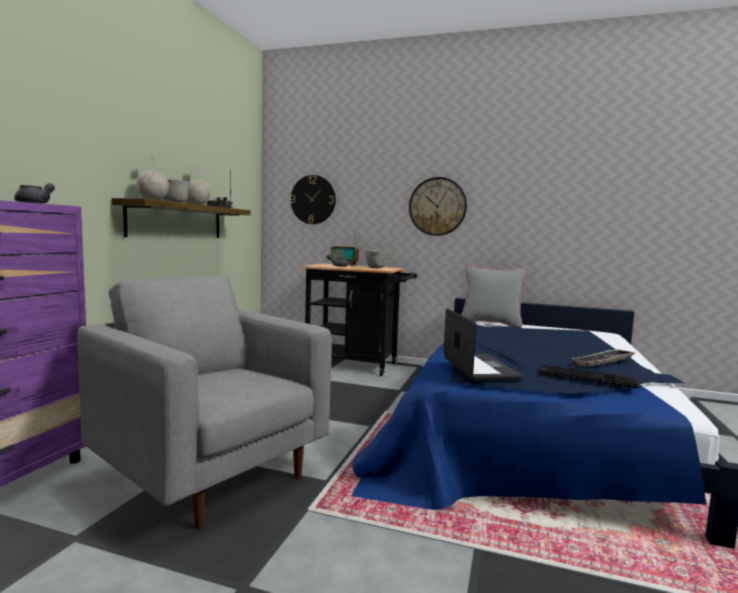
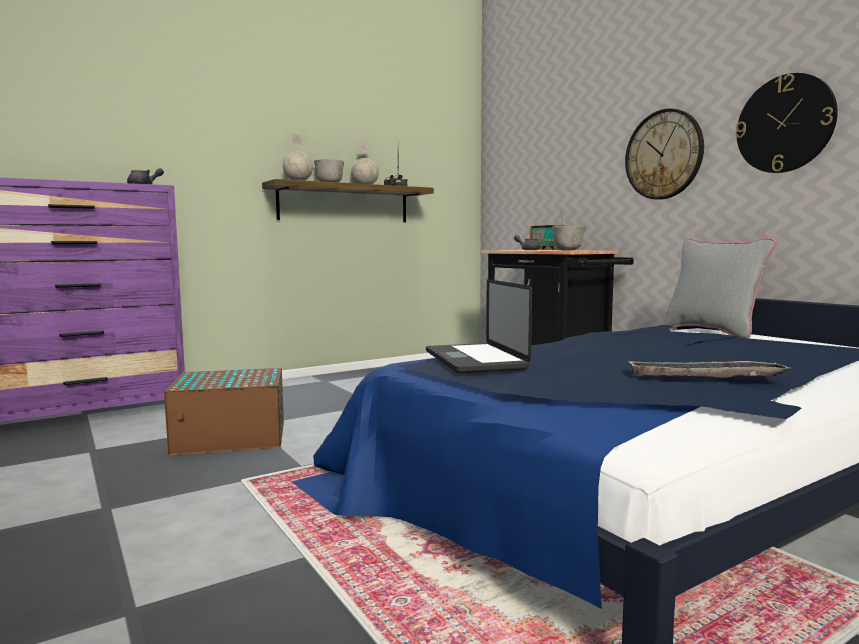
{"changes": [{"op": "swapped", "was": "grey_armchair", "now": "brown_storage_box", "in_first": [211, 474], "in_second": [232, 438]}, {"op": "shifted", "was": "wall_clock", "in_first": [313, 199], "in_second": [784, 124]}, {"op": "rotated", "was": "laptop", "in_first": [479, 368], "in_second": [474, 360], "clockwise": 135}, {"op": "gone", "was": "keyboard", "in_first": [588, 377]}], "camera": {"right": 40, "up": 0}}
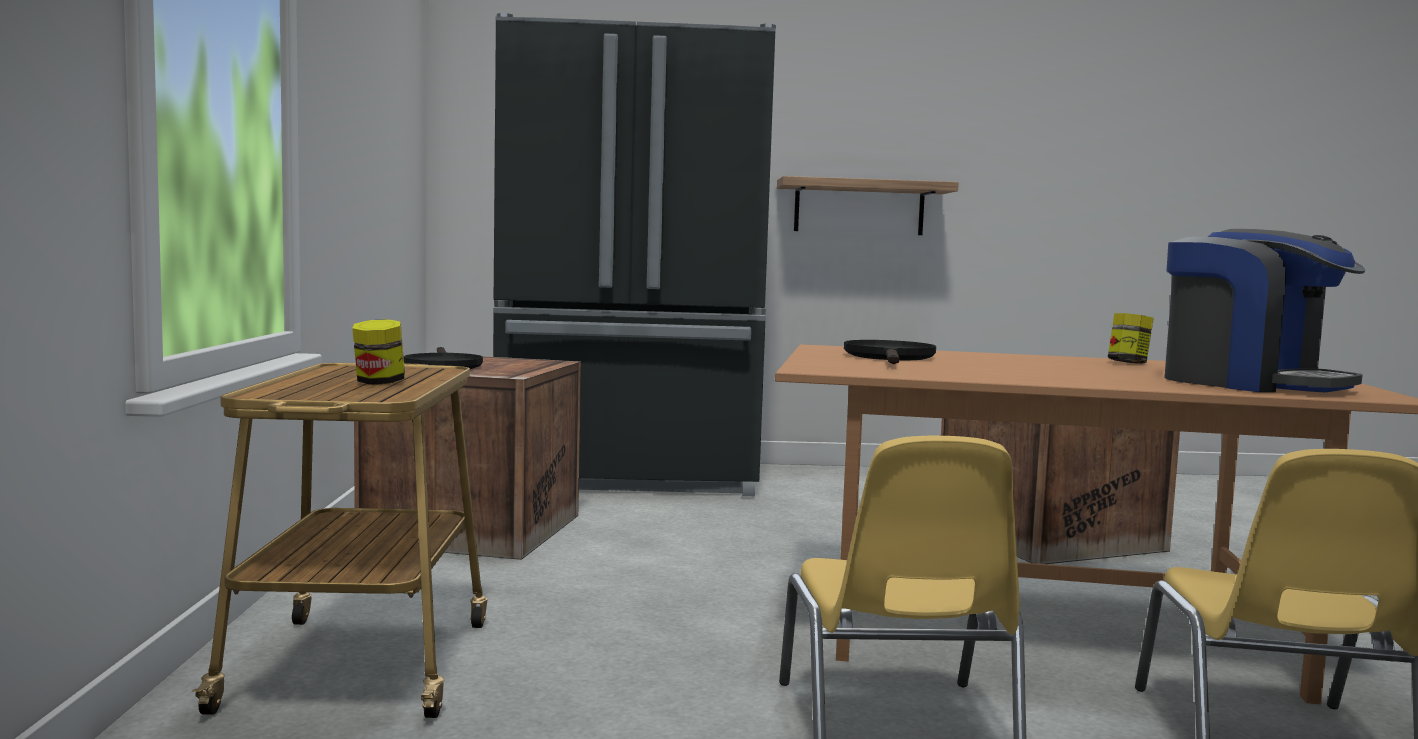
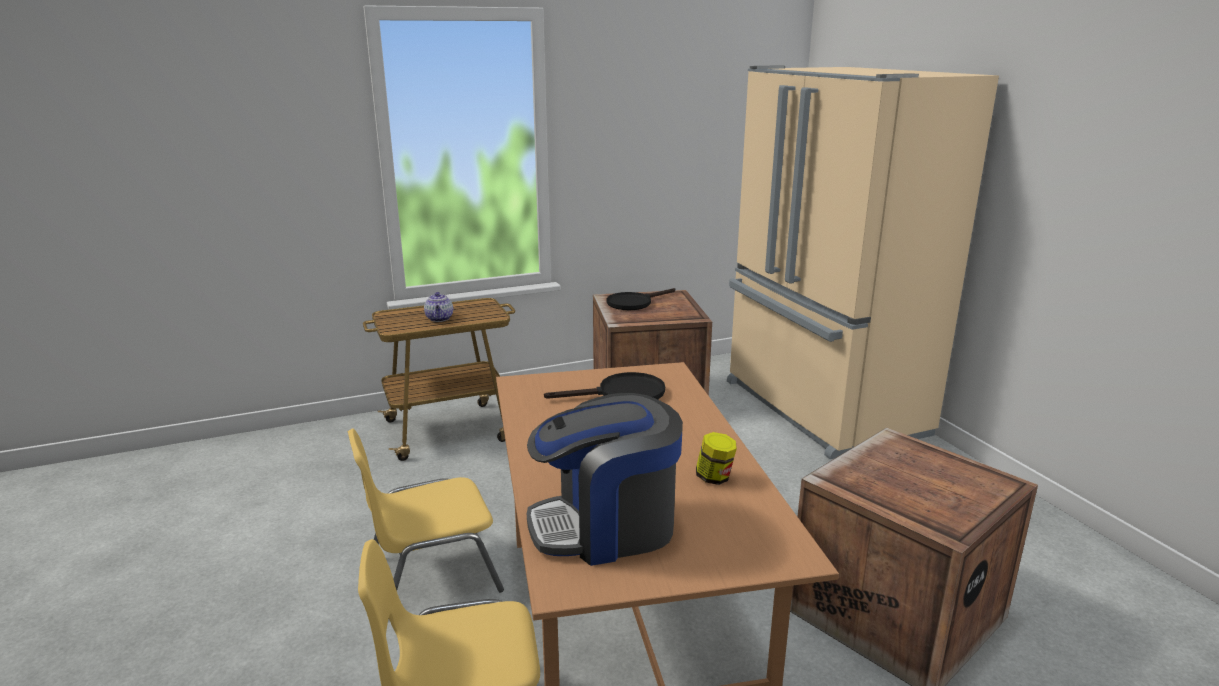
{"changes": [{"op": "swapped", "was": "jar", "now": "teapot", "in_first": [379, 383], "in_second": [440, 319]}, {"op": "repainted", "was": "black_fridge", "now": "beige_fridge", "in_first": [630, 478], "in_second": [820, 409]}, {"op": "gone", "was": "shelf", "in_first": [859, 207]}, {"op": "rotated", "was": "coffee_machine", "in_first": [1250, 383], "in_second": [606, 527], "clockwise": 45}], "camera": {"right": 70, "up": 15}}
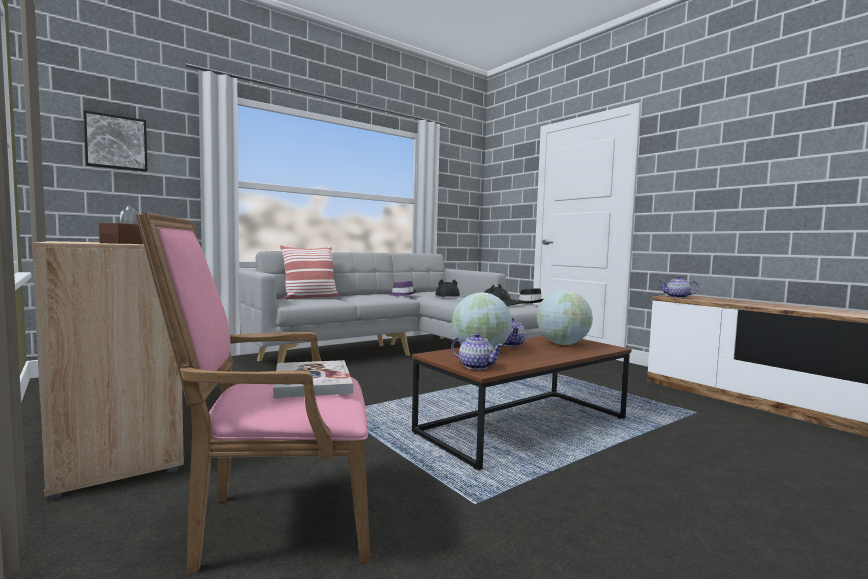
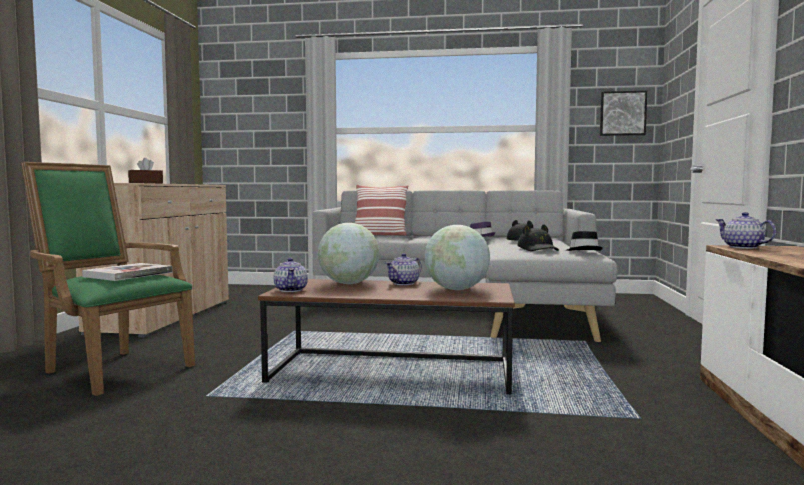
{"changes": [{"op": "shifted", "was": "picture", "in_first": [116, 142], "in_second": [622, 113]}, {"op": "repainted", "was": "pink_armchair", "now": "green_armchair", "in_first": [273, 523], "in_second": [112, 368]}], "camera": {"right": 45, "up": 0}}
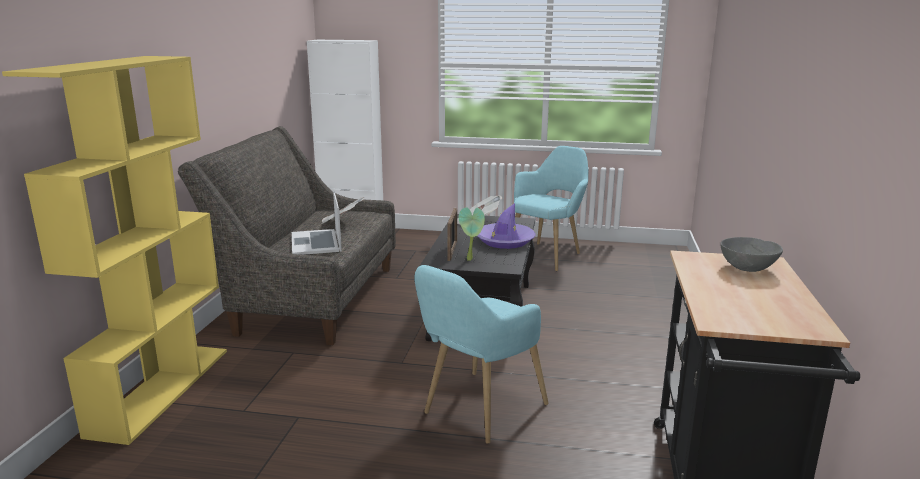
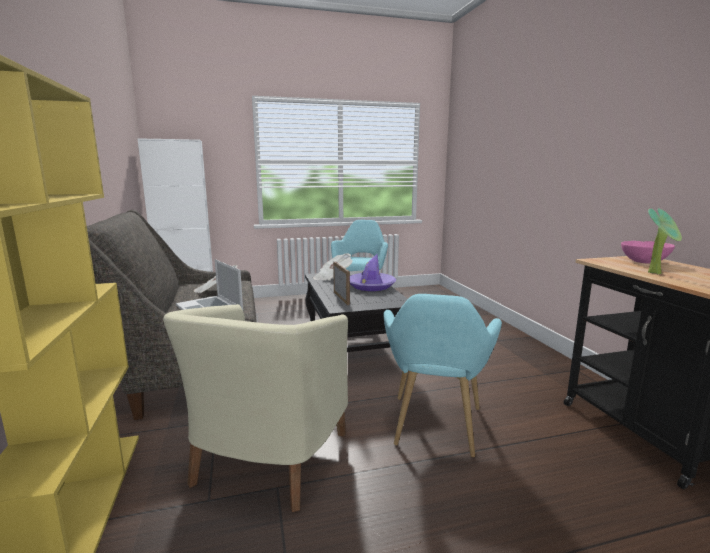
{"changes": [{"op": "shifted", "was": "potted_plant", "in_first": [471, 259], "in_second": [657, 273]}, {"op": "repainted", "was": "grey_bowl", "now": "pink_bowl", "in_first": [747, 267], "in_second": [644, 262]}, {"op": "new", "now": "beige_armchair", "in_second": [267, 459]}], "camera": {"right": -25, "up": -5}}
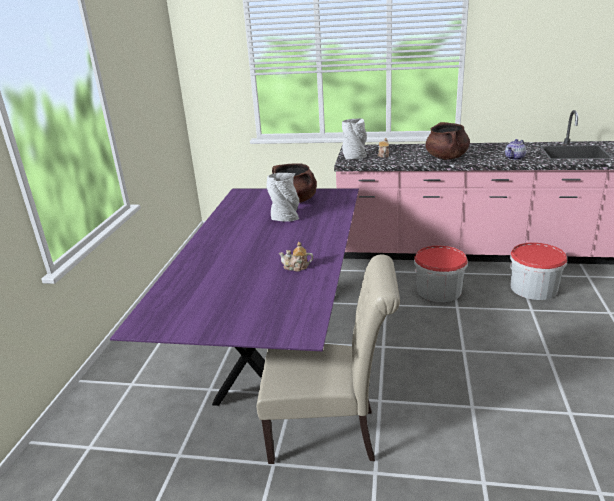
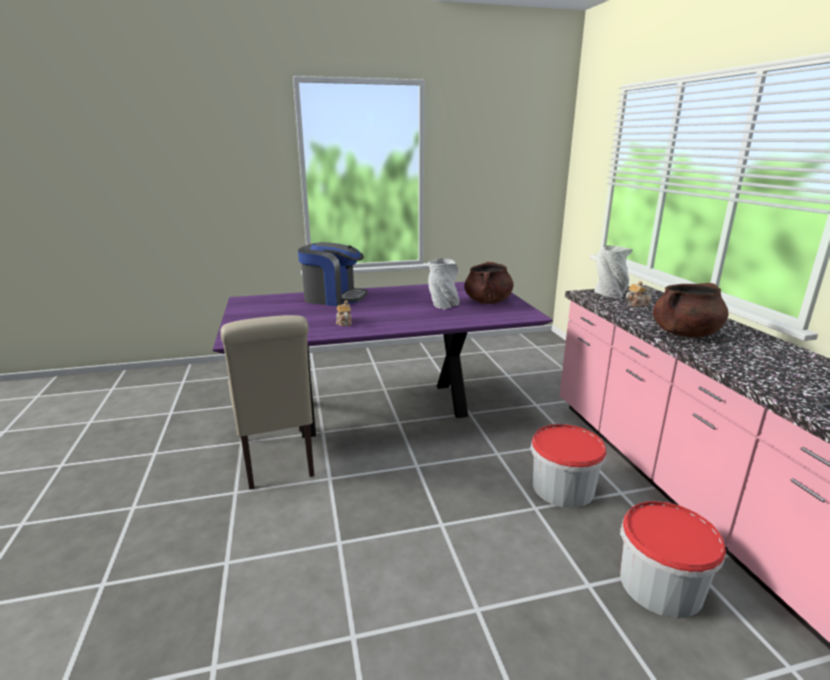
{"changes": [{"op": "gone", "was": "teapot", "in_first": [515, 158]}, {"op": "new", "now": "coffee_machine", "in_second": [333, 298]}], "camera": {"right": 65, "up": -5}}
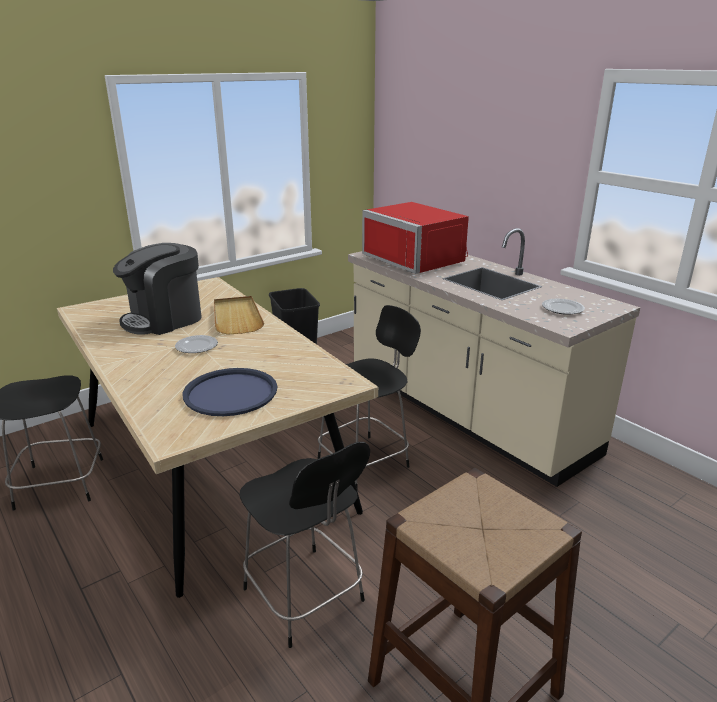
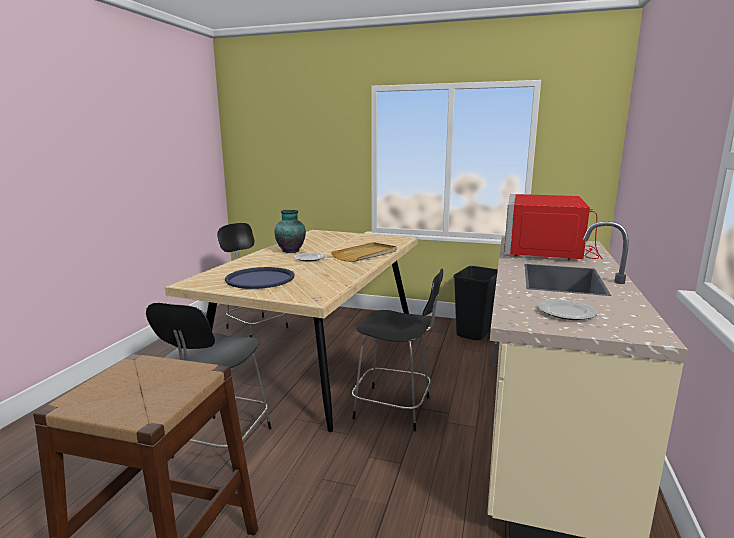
{"changes": [{"op": "gone", "was": "coffee_machine", "in_first": [164, 319]}, {"op": "new", "now": "vase", "in_second": [291, 251]}], "camera": {"right": 55, "up": -10}}
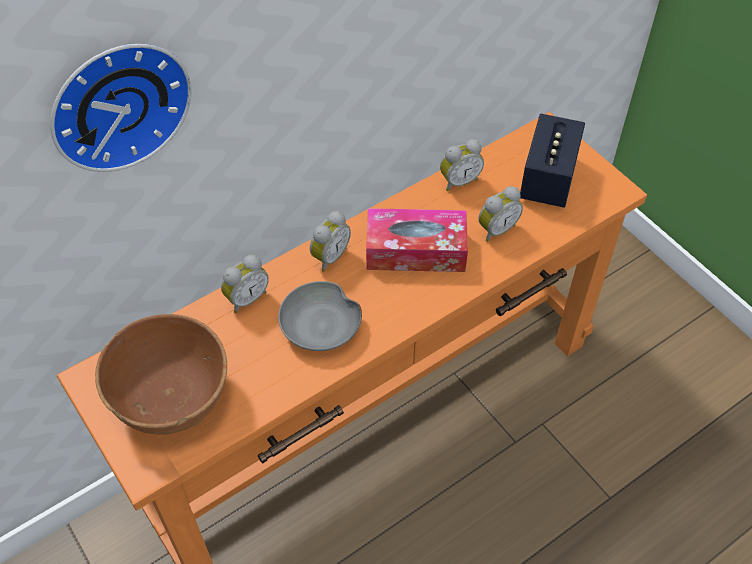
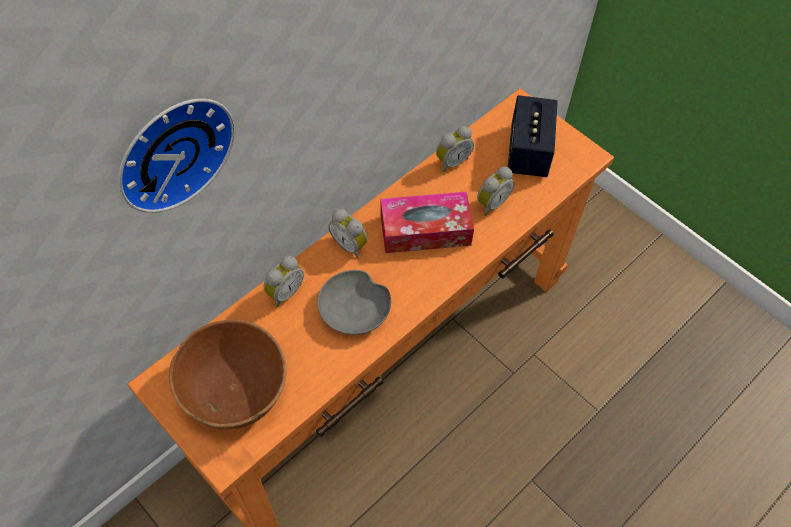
{"changes": [{"op": "rotated", "was": "alarm_clock", "in_first": [329, 256], "in_second": [350, 244], "clockwise": 105}], "camera": {"right": -10, "up": 5}}
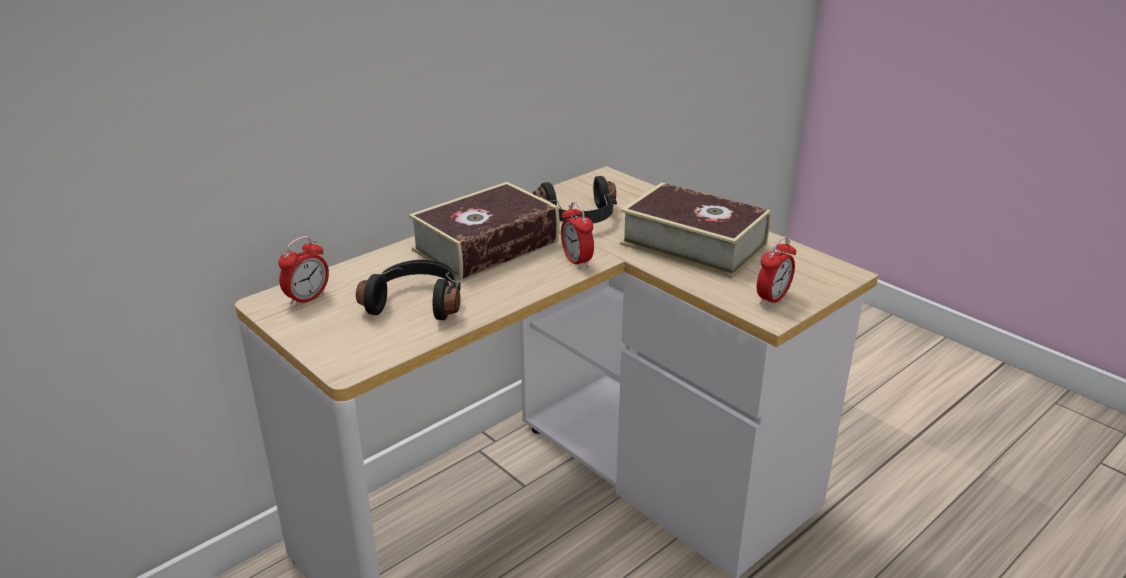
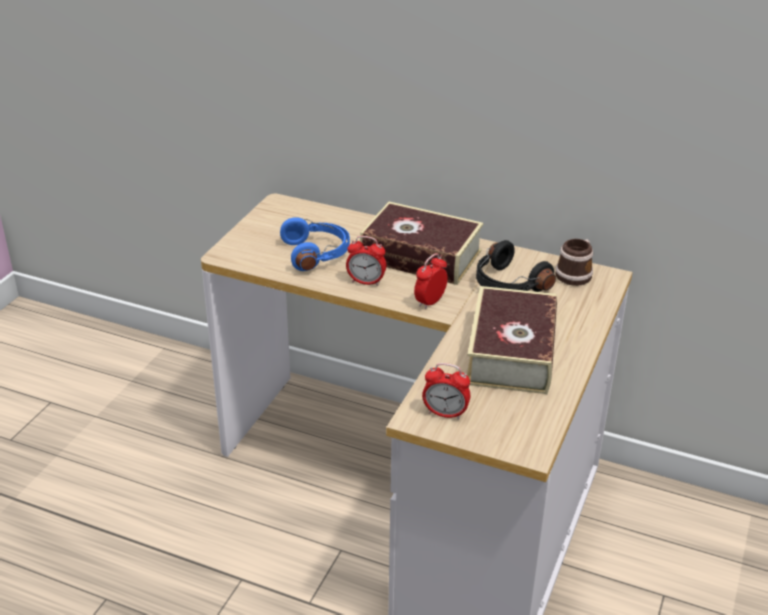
{"changes": [{"op": "shifted", "was": "alarm_clock", "in_first": [307, 299], "in_second": [366, 282]}, {"op": "repainted", "was": "black_headphones", "now": "blue_headphones", "in_first": [417, 302], "in_second": [317, 254]}, {"op": "new", "now": "mug", "in_second": [576, 274]}], "camera": {"right": 65, "up": 5}}
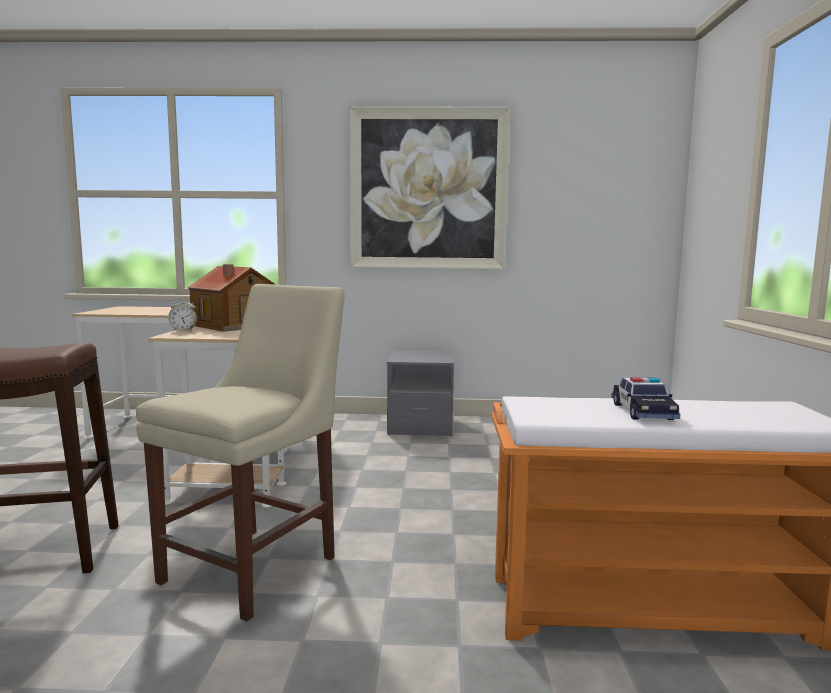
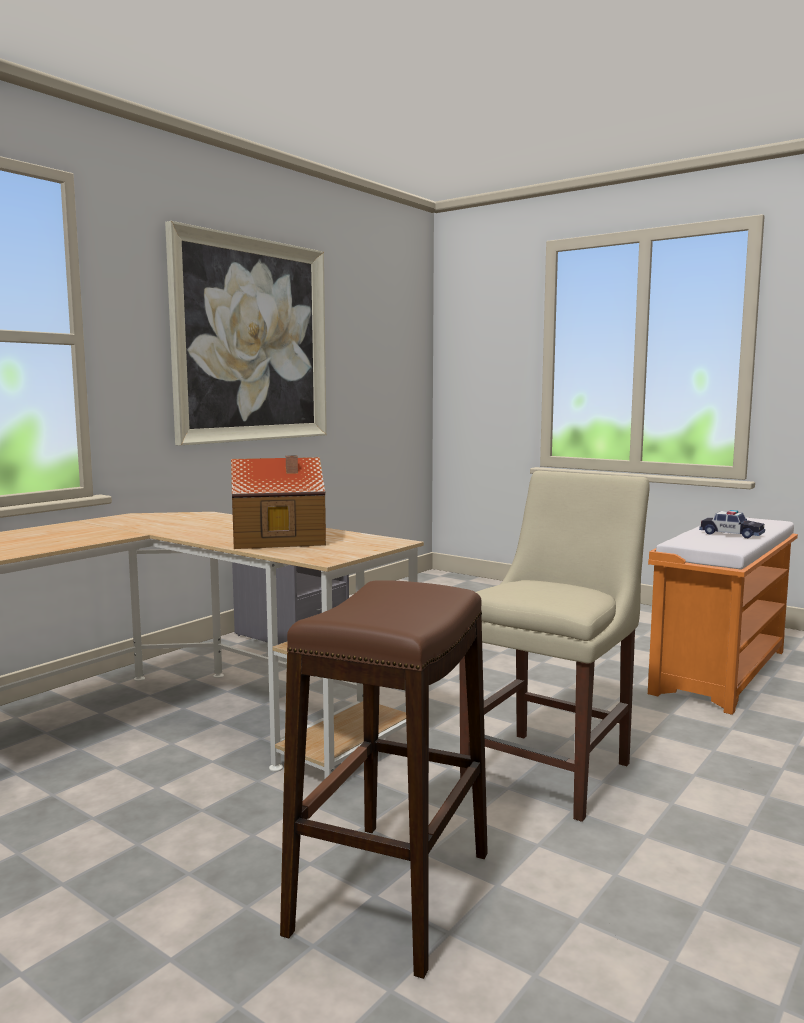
{"changes": [{"op": "rotated", "was": "beige_chair", "in_first": [256, 566], "in_second": [552, 769], "clockwise": 60}, {"op": "gone", "was": "alarm_clock", "in_first": [183, 331]}], "camera": {"right": -55, "up": 0}}
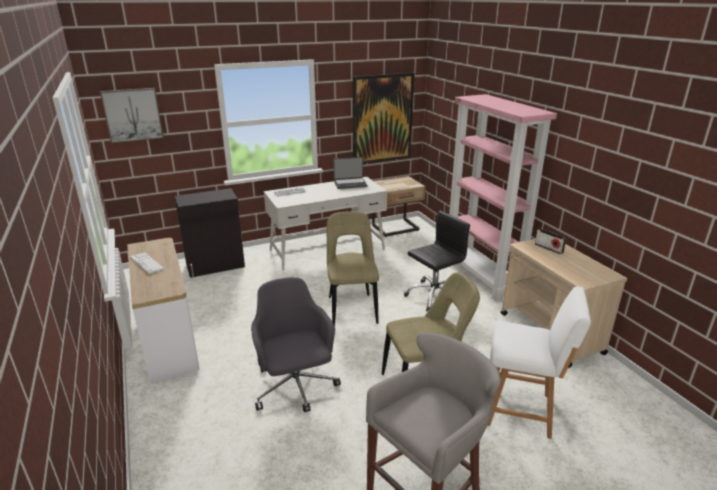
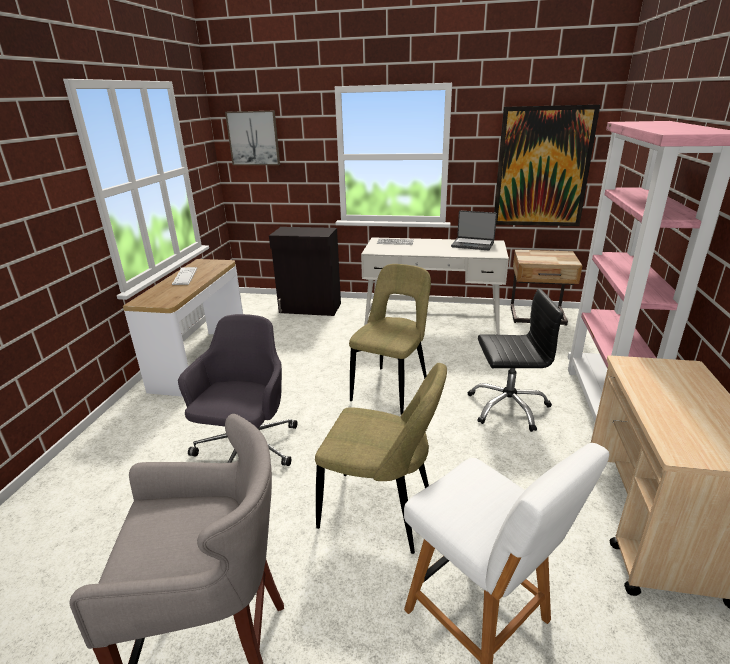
{"changes": [{"op": "gone", "was": "radio", "in_first": [548, 248]}], "camera": {"right": 35, "up": 0}}
